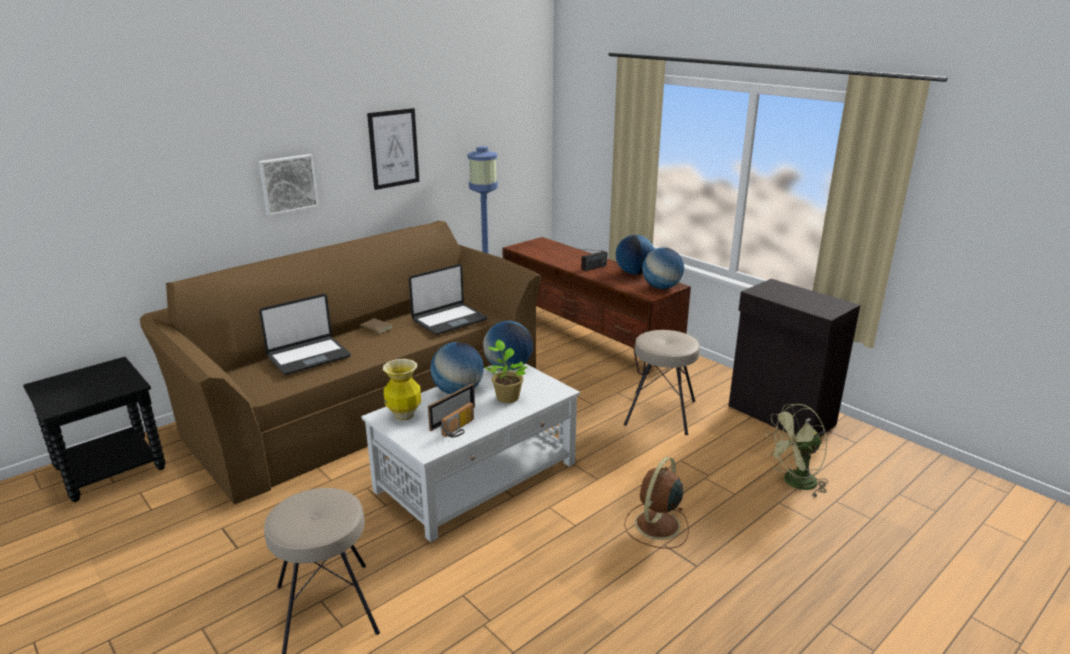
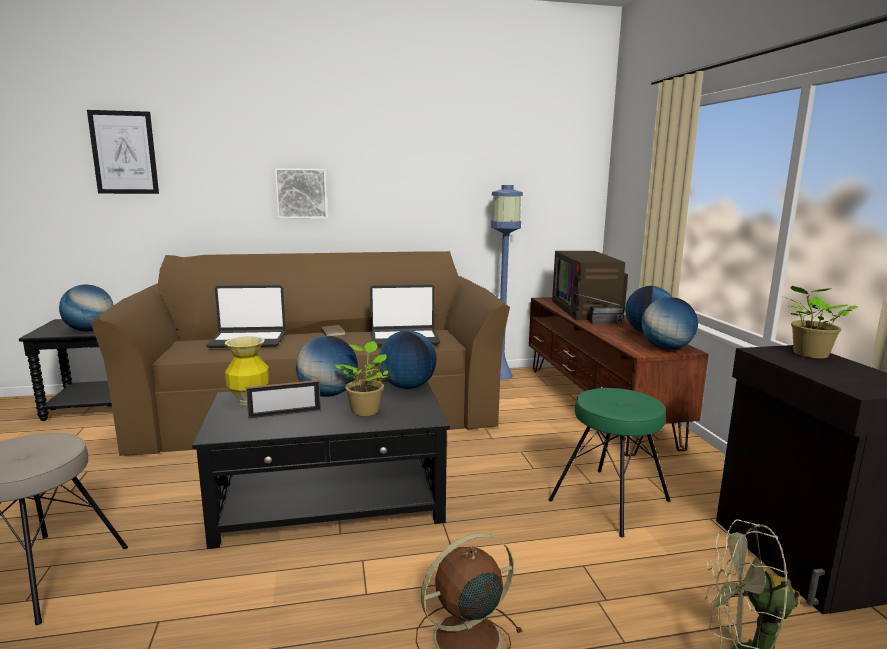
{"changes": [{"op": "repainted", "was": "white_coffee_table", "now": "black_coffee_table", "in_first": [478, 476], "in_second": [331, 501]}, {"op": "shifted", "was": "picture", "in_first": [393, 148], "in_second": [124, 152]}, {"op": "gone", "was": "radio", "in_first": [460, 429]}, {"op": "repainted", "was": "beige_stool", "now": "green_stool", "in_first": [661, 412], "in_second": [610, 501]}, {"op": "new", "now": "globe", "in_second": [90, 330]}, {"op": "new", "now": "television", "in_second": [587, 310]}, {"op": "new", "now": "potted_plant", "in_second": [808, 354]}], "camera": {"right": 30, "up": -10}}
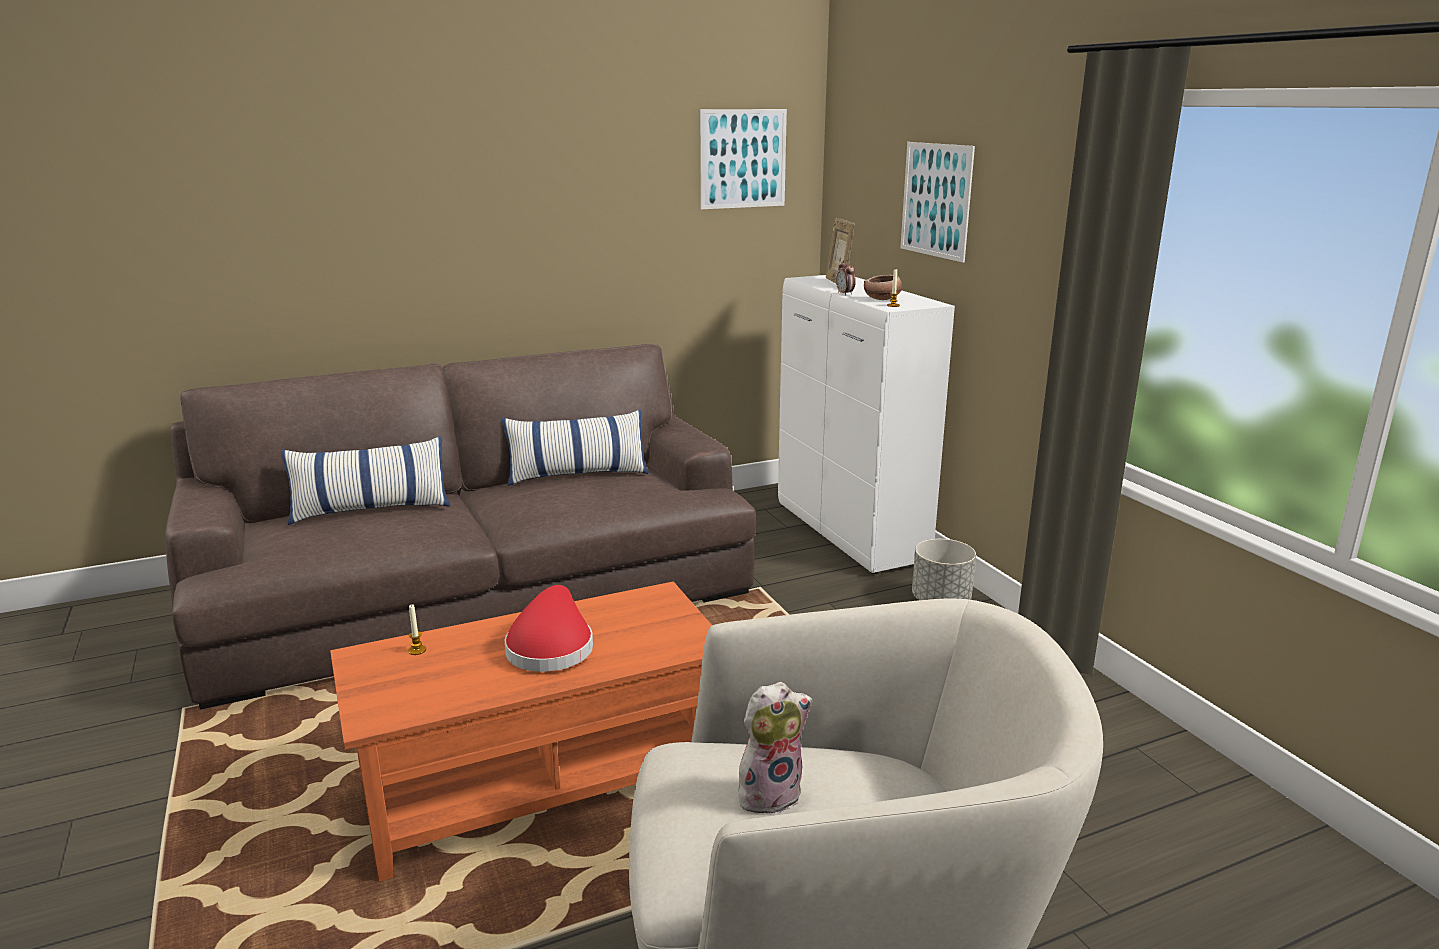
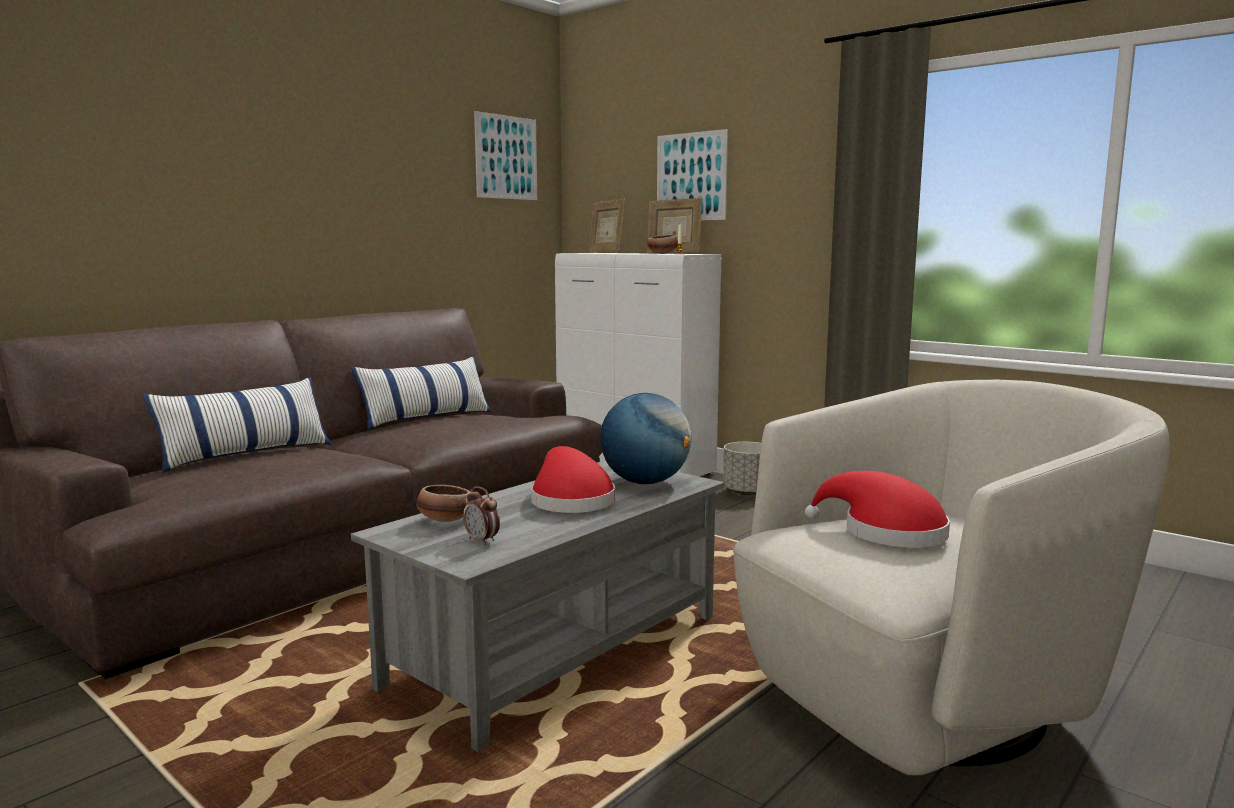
{"changes": [{"op": "repainted", "was": "orange_coffee_table", "now": "grey_coffee_table", "in_first": [543, 782], "in_second": [557, 651]}, {"op": "swapped", "was": "candle", "now": "bowl", "in_first": [417, 650], "in_second": [445, 520]}, {"op": "swapped", "was": "plush_toy", "now": "red_hat", "in_first": [770, 793], "in_second": [886, 532]}, {"op": "shifted", "was": "alarm_clock", "in_first": [845, 294], "in_second": [482, 541]}, {"op": "new", "now": "globe", "in_second": [645, 482]}, {"op": "new", "now": "picture_frame", "in_second": [673, 253]}], "camera": {"right": -25, "up": -10}}
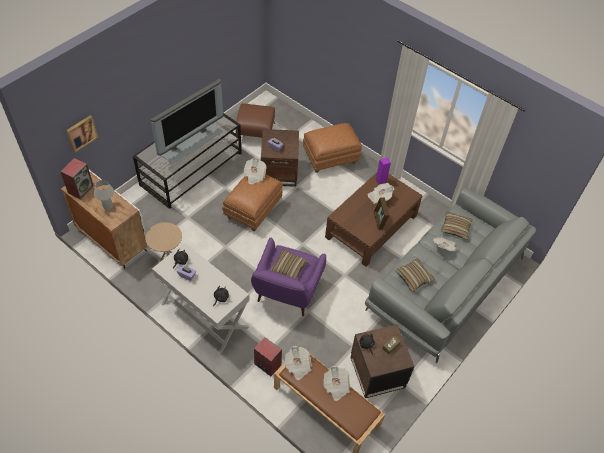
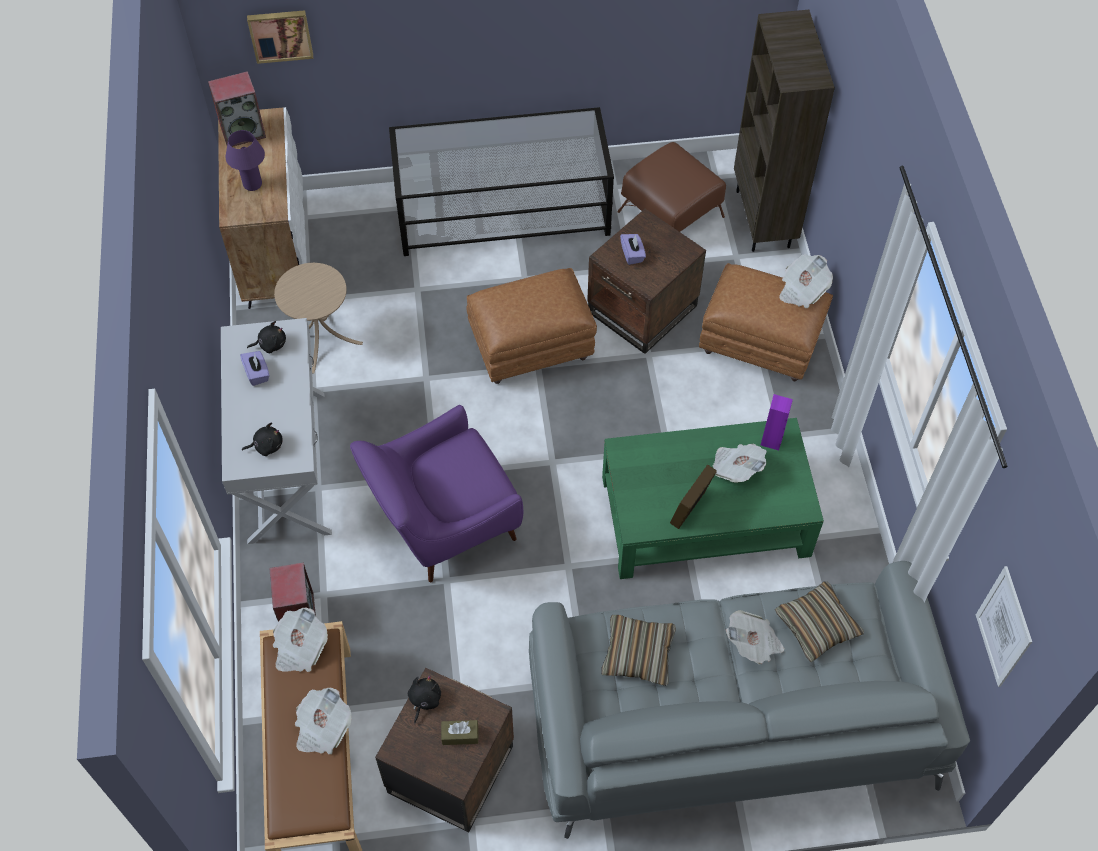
{"changes": [{"op": "repainted", "was": "white_table_lamp", "now": "purple_table_lamp", "in_first": [108, 206], "in_second": [252, 184]}, {"op": "gone", "was": "television", "in_first": [190, 141]}, {"op": "shifted", "was": "newspaper", "in_first": [254, 175], "in_second": [802, 290]}, {"op": "gone", "was": "pillow", "in_first": [288, 268]}, {"op": "repainted", "was": "brown_coffee_table", "now": "green_coffee_table", "in_first": [371, 226], "in_second": [704, 516]}, {"op": "new", "now": "brown_bookcase", "in_second": [764, 219]}, {"op": "new", "now": "picture", "in_second": [1003, 627]}], "camera": {"right": 45, "up": 5}}
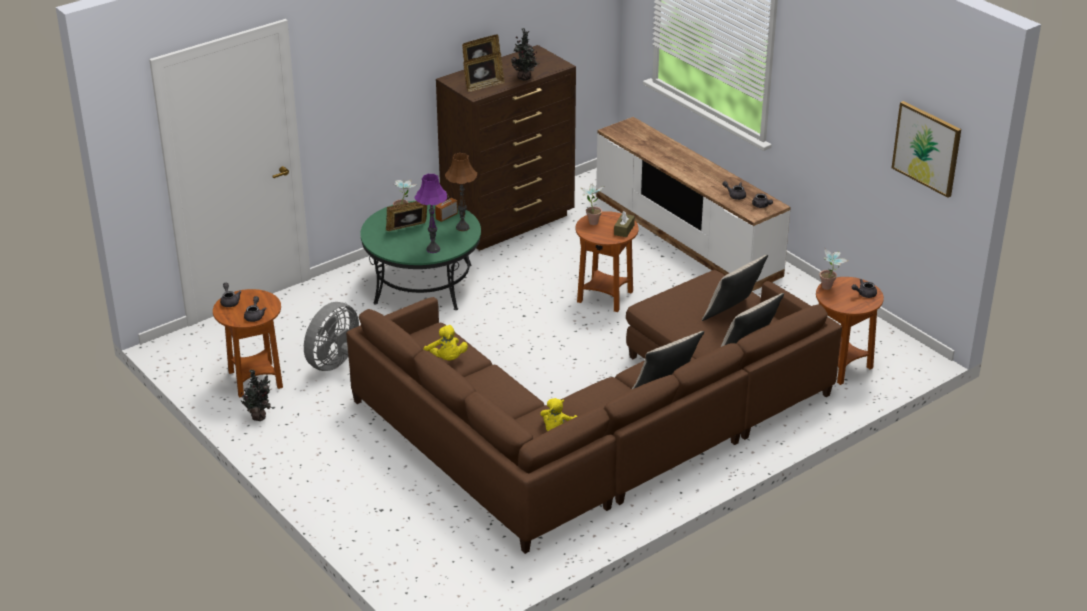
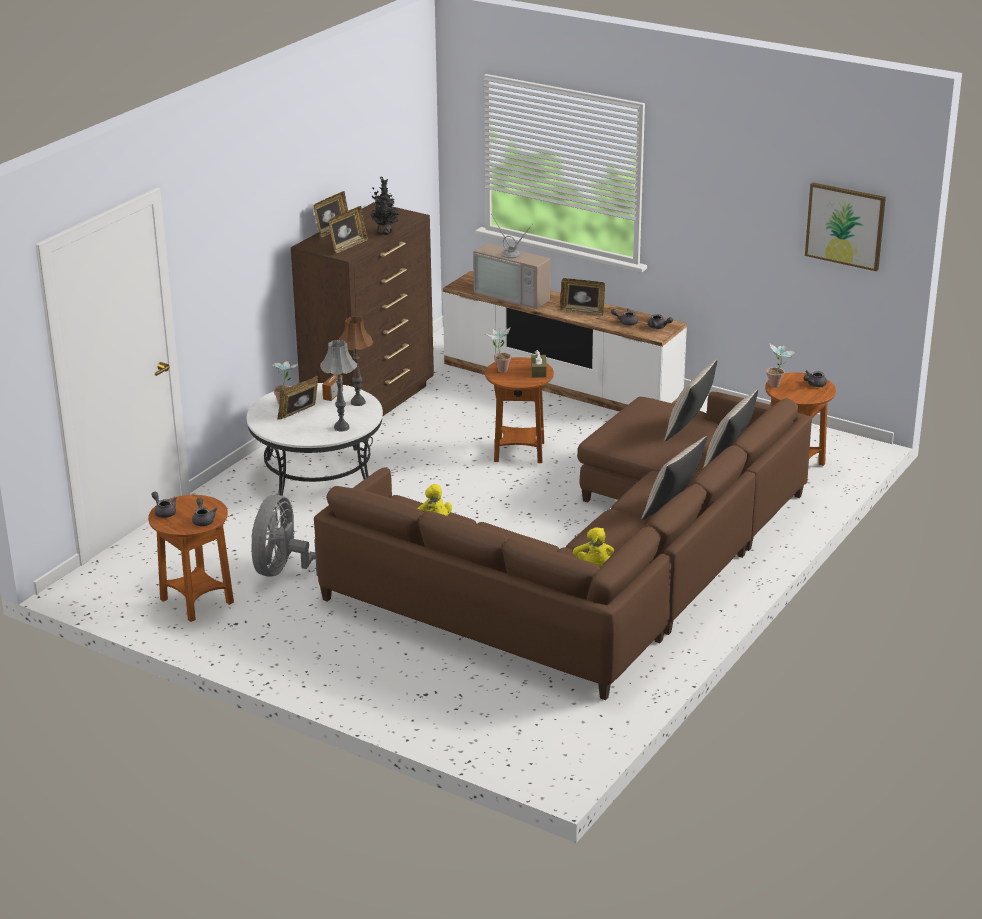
{"changes": [{"op": "gone", "was": "potted_plant", "in_first": [259, 416]}, {"op": "repainted", "was": "green_coffee_table", "now": "white_coffee_table", "in_first": [423, 284], "in_second": [318, 475]}, {"op": "repainted", "was": "purple_table_lamp", "now": "grey_table_lamp", "in_first": [433, 249], "in_second": [341, 427]}, {"op": "new", "now": "television", "in_second": [515, 295]}, {"op": "new", "now": "picture_frame", "in_second": [582, 311]}], "camera": {"right": -20, "up": -5}}
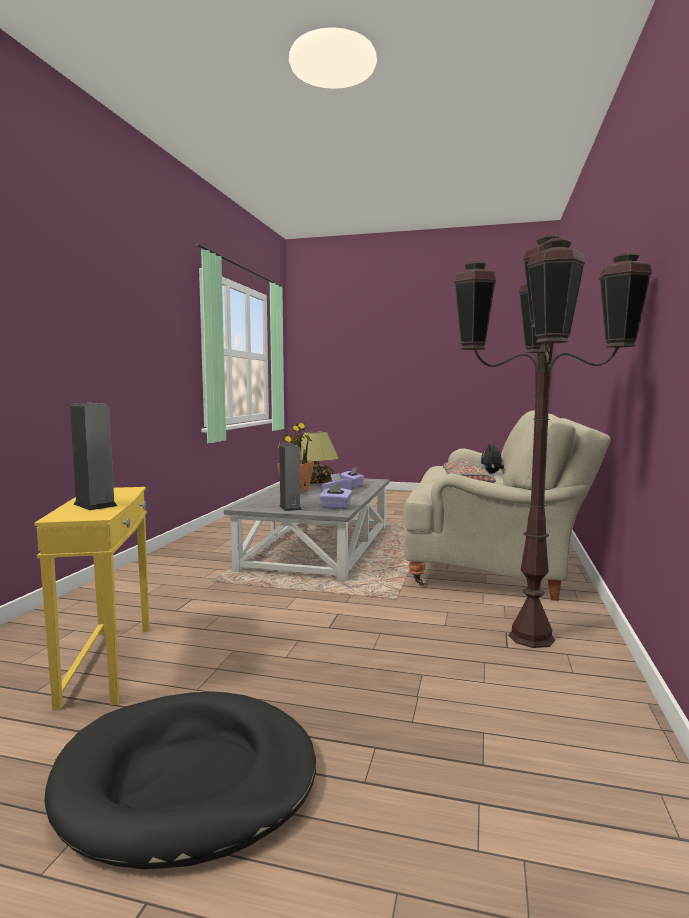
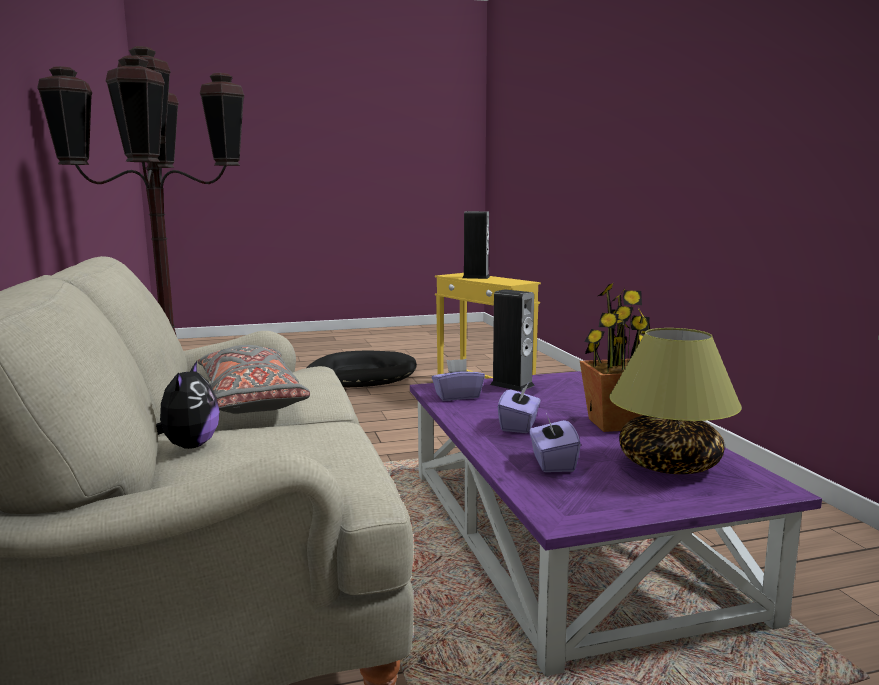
{"changes": [{"op": "repainted", "was": "grey_coffee_table", "now": "purple_coffee_table", "in_first": [319, 547], "in_second": [560, 535]}], "camera": {"right": 150, "up": 5}}
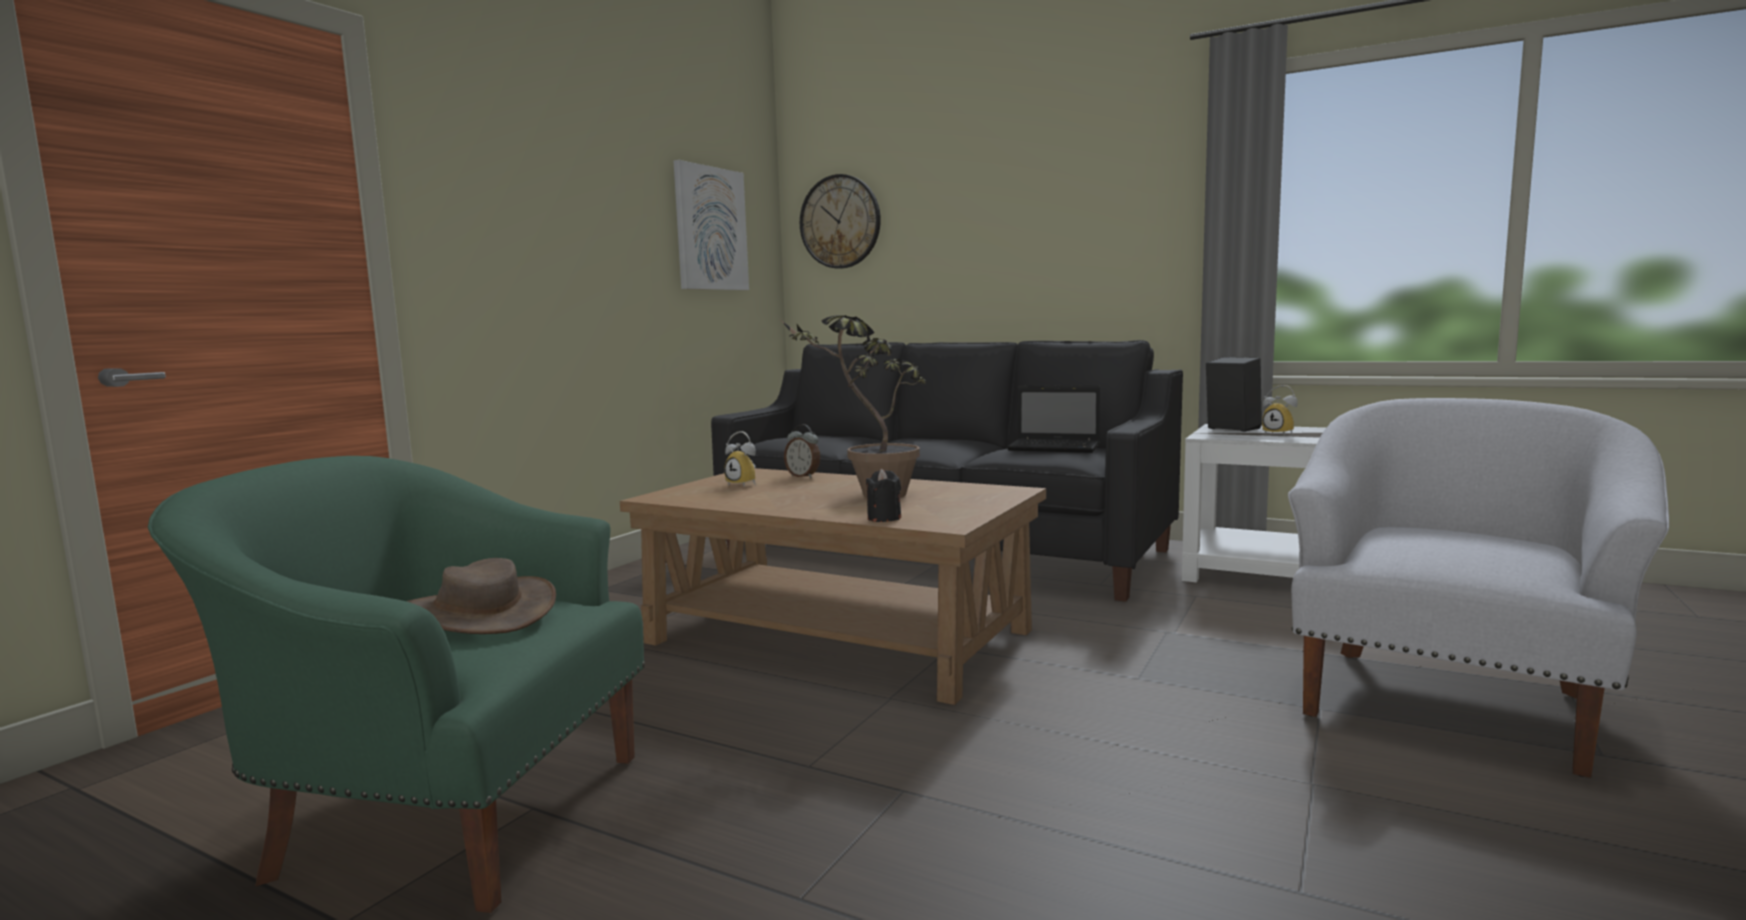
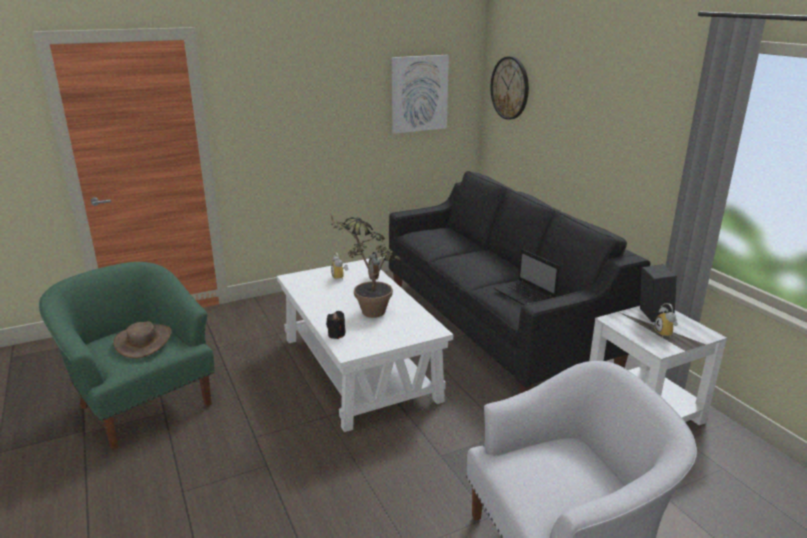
{"changes": [{"op": "repainted", "was": "brown_coffee_table", "now": "white_coffee_table", "in_first": [840, 636], "in_second": [360, 368]}], "camera": {"right": 35, "up": 15}}
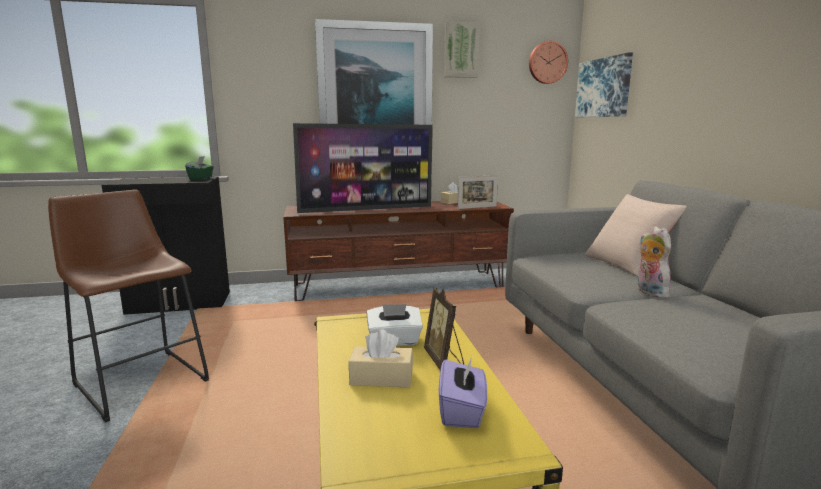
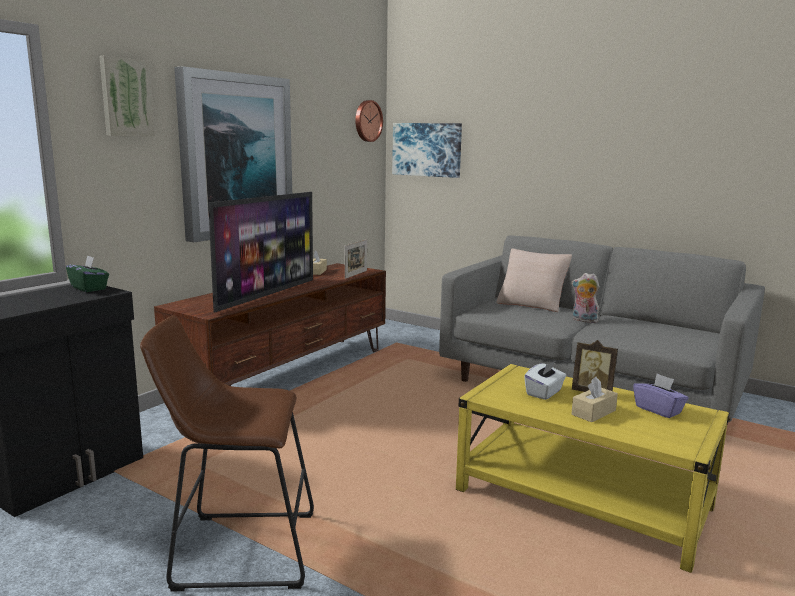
{"changes": [{"op": "shifted", "was": "picture", "in_first": [460, 50], "in_second": [126, 98]}], "camera": {"right": -45, "up": 0}}
